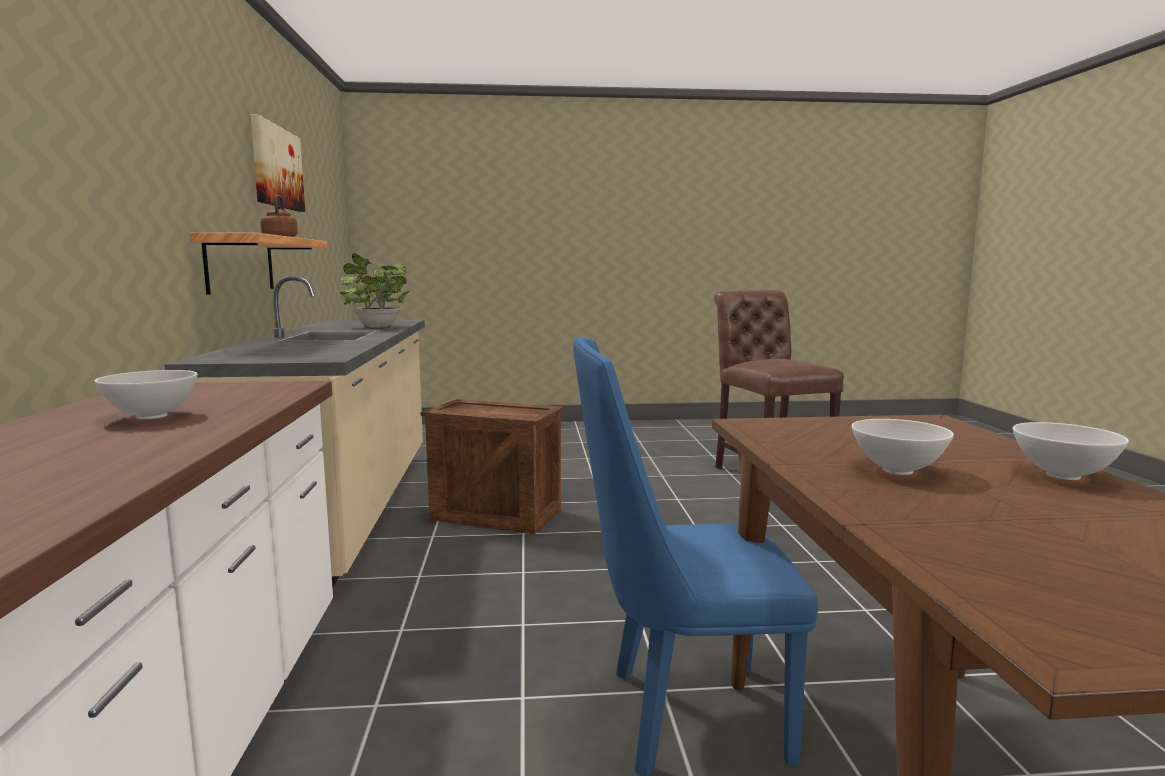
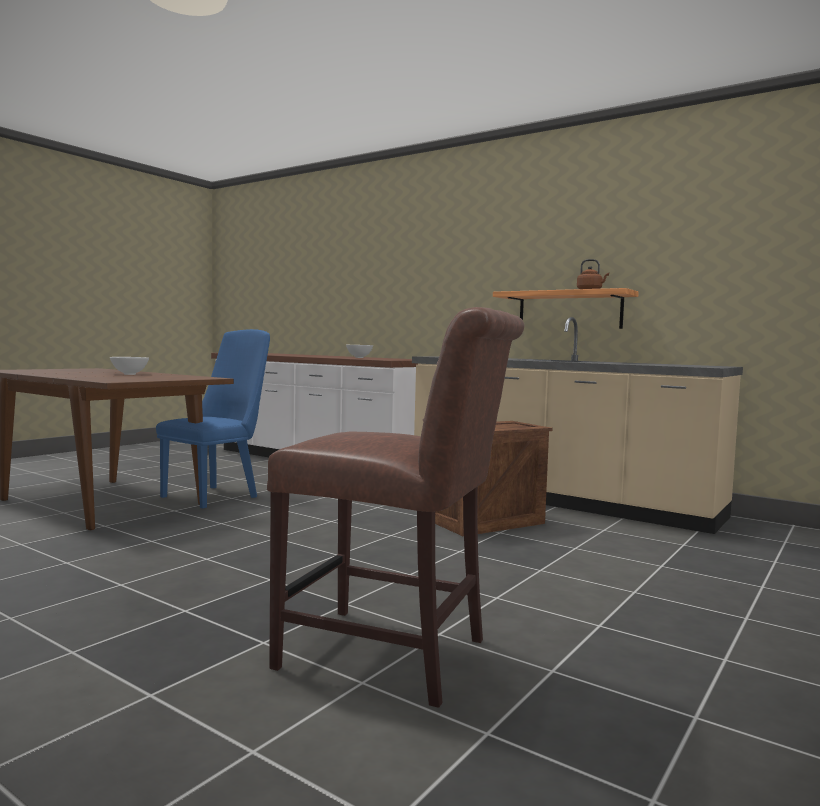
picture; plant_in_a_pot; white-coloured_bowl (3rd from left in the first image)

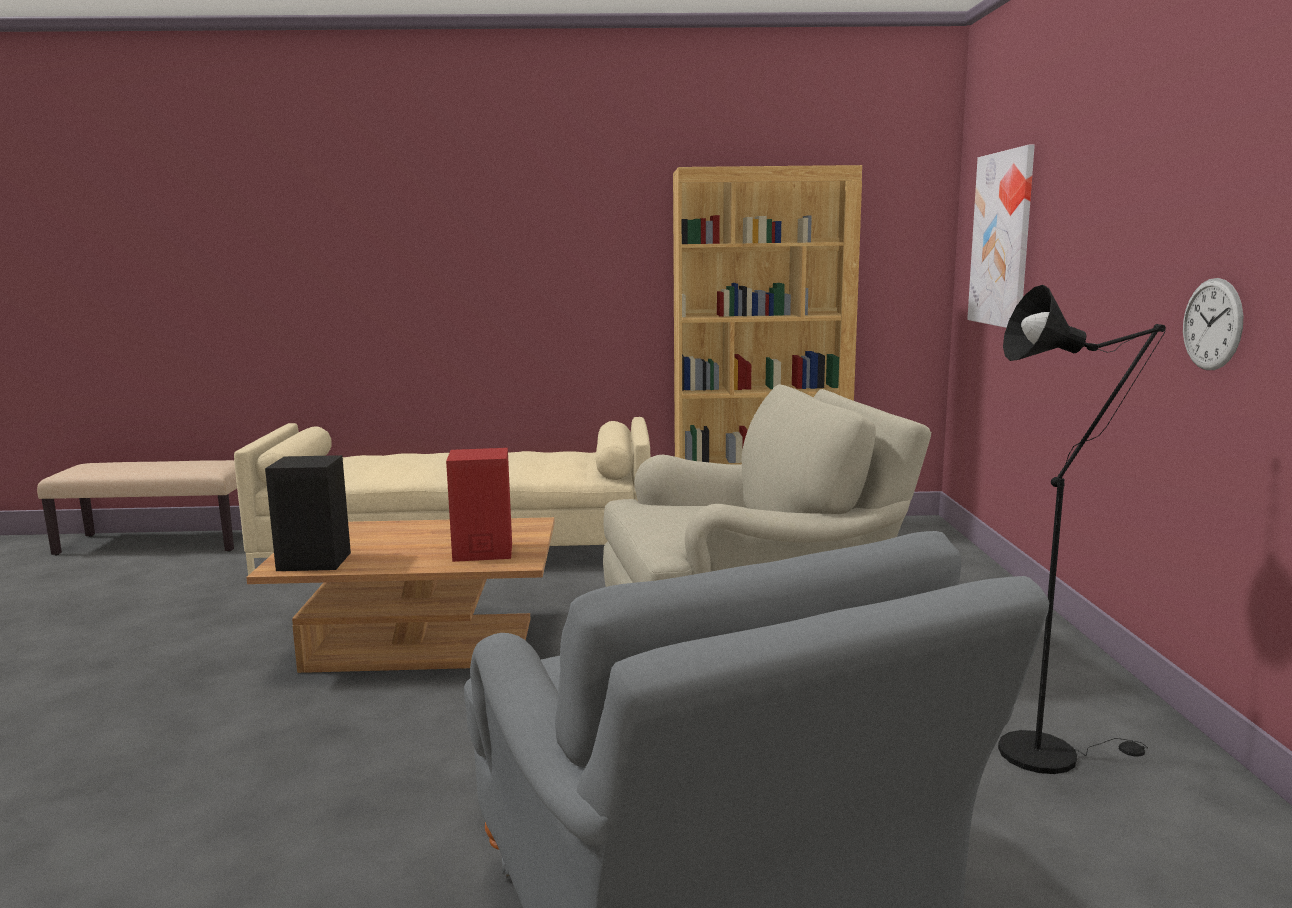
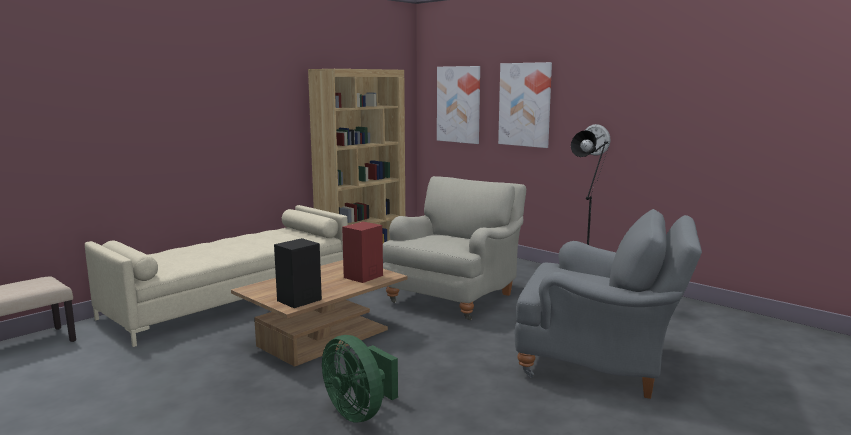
green-coloured_fan; picture (2nd from left)

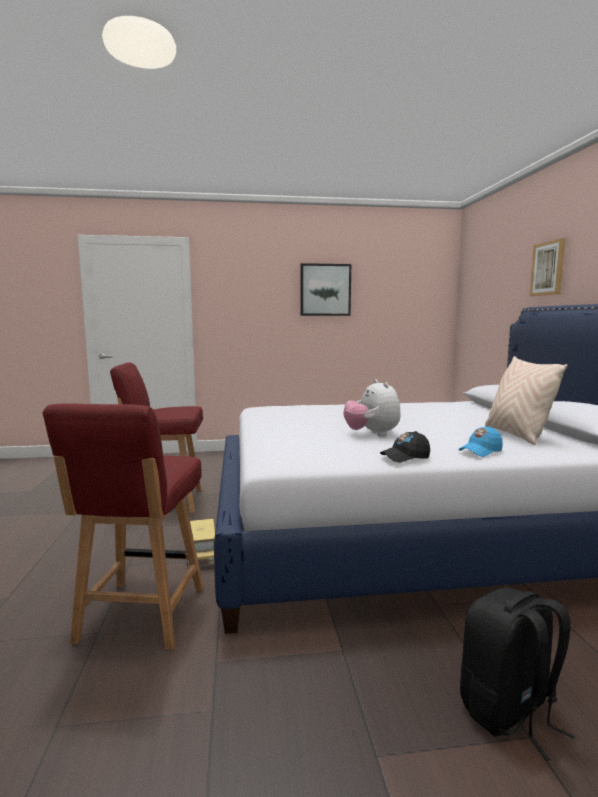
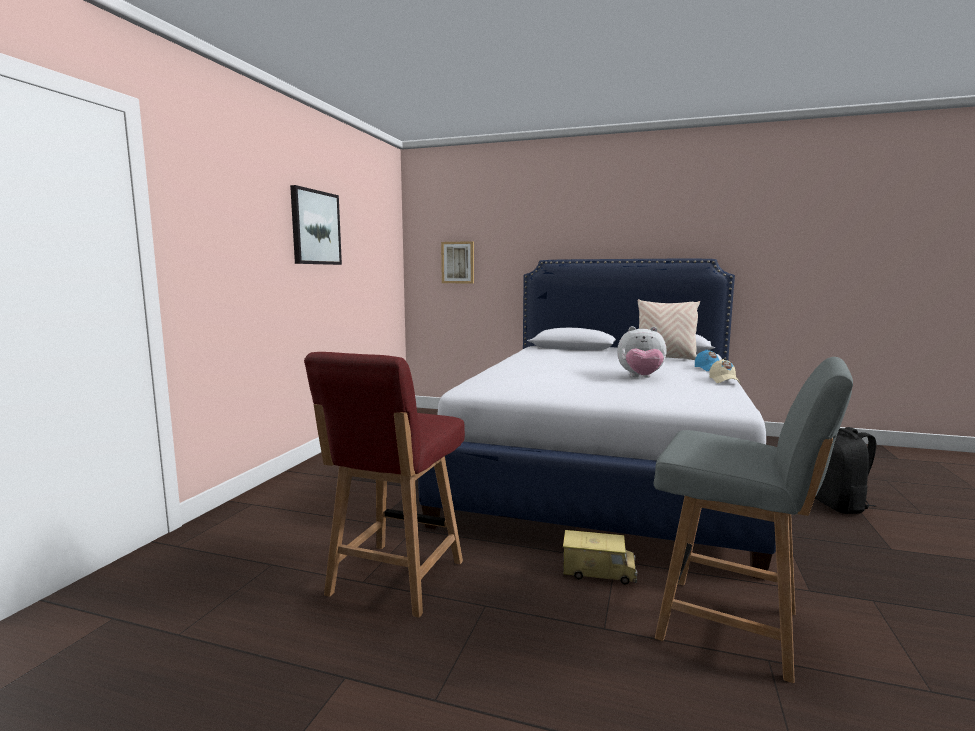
gray_chair; beige-coloured_peaked_cap; picture (2nd from left)

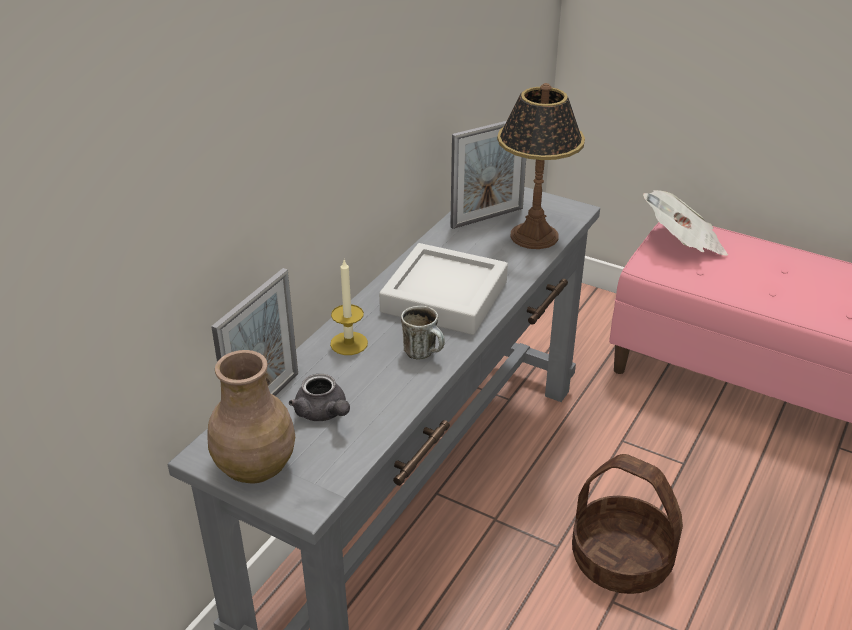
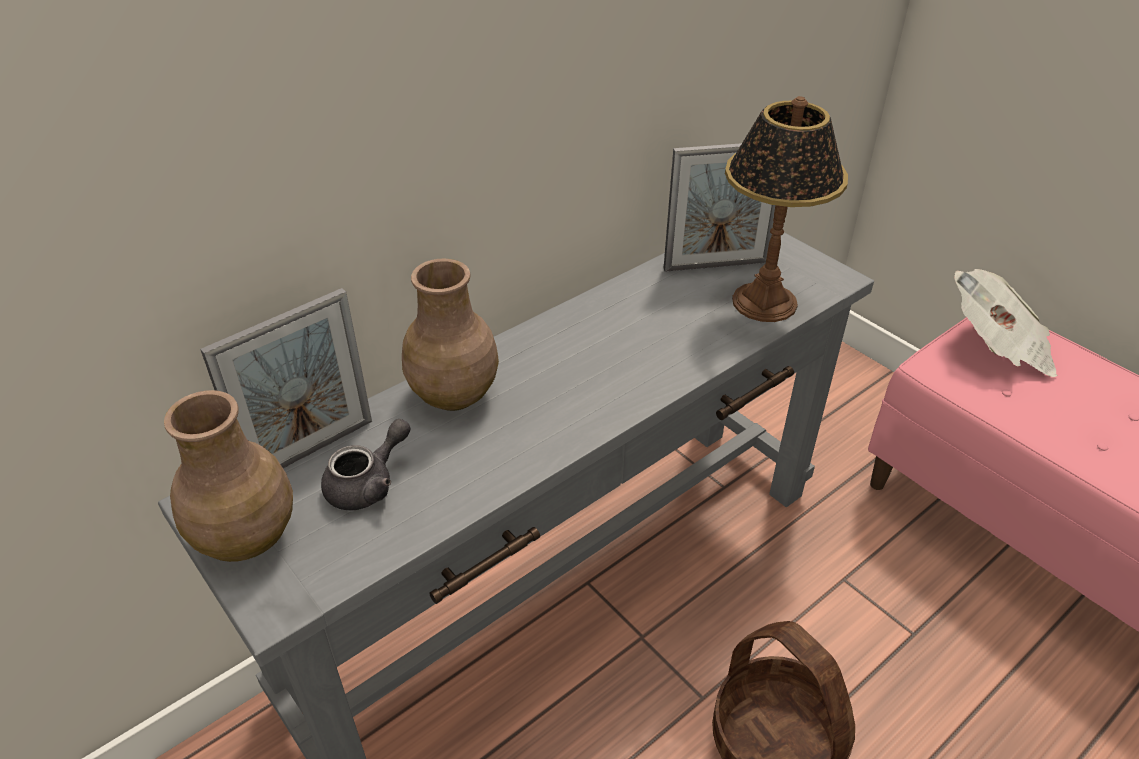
gray_pot_for_tea; brown_decorative_vase (2nd from left); gray_serving_tray; tea_mug

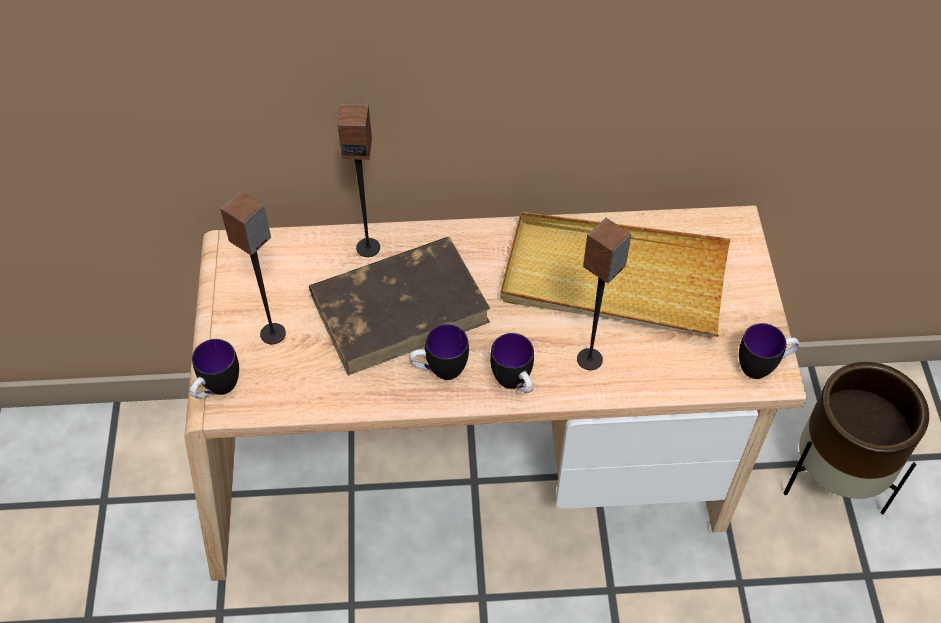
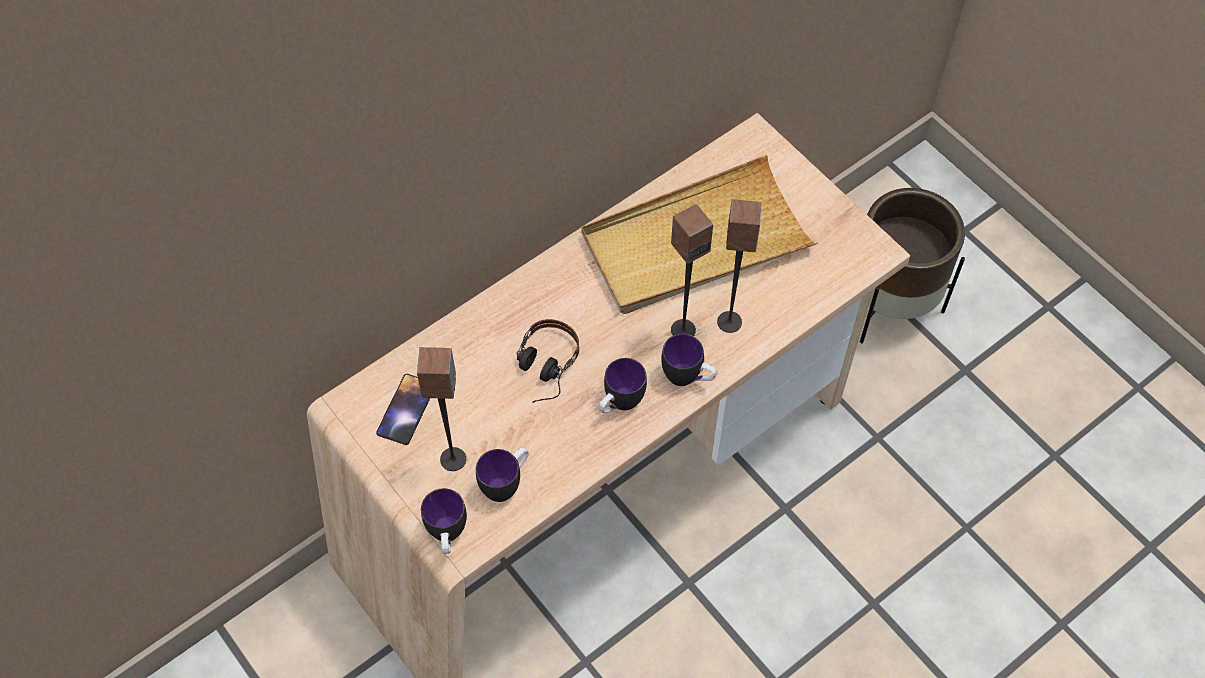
pair_of_headphones; loudspeaker (2nd from left); tea_mug (2nd from left); telephone

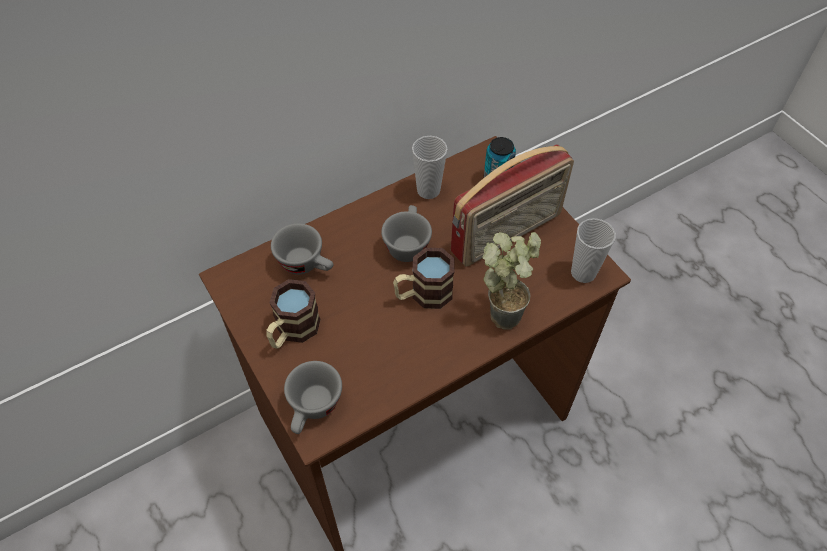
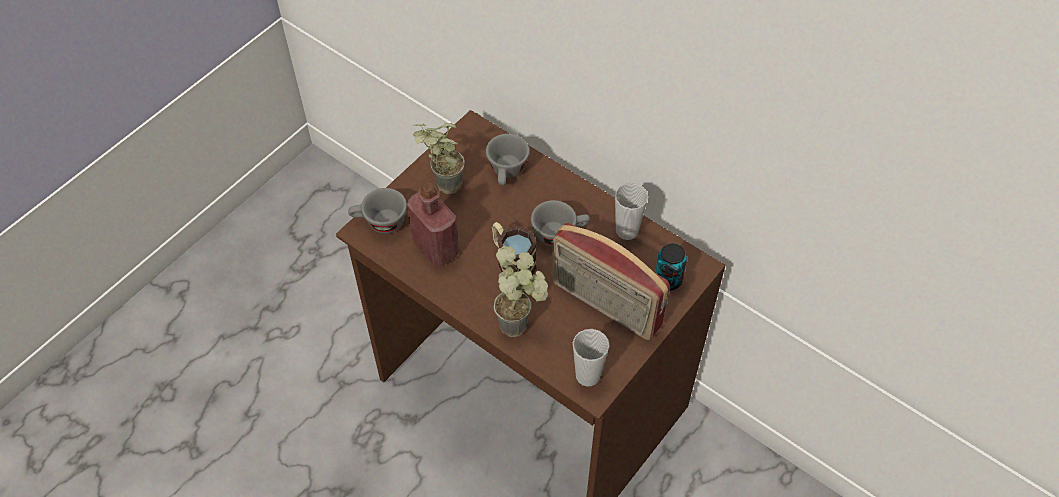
plant_in_a_pot (1st from left); red-coloured_beverage_bottle

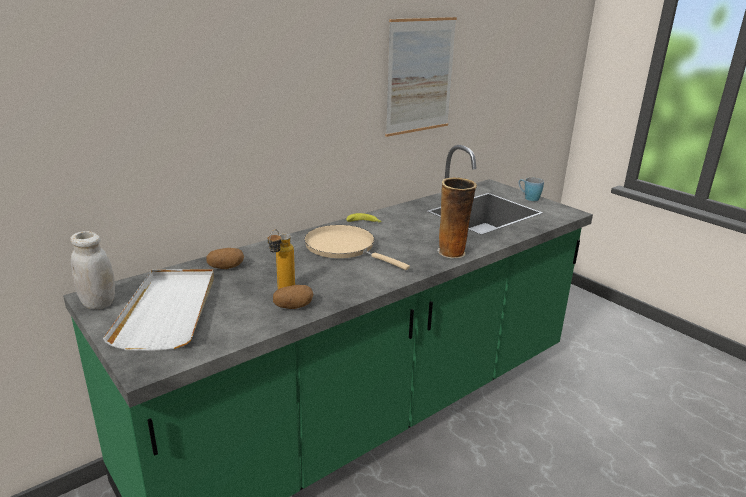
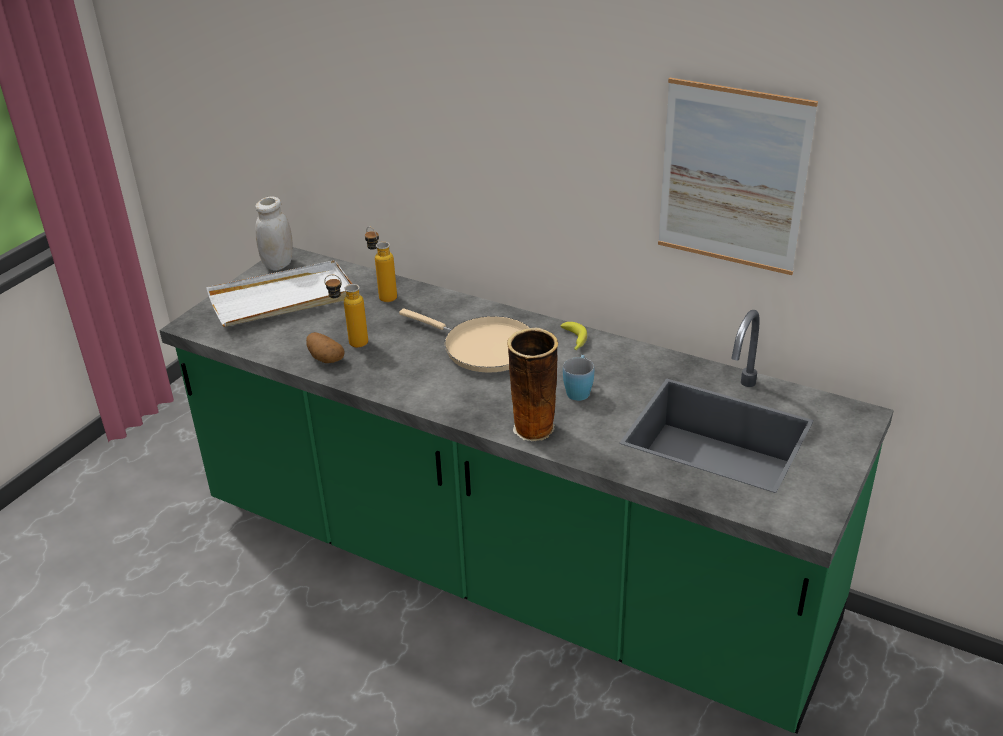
beverage_bottle (2nd from left); beige-coloured_frying_pan; blue-coloured_tea_mug

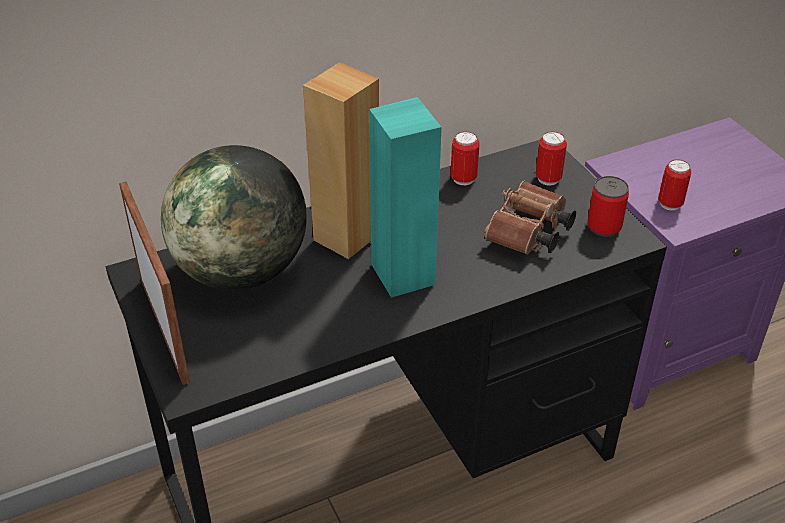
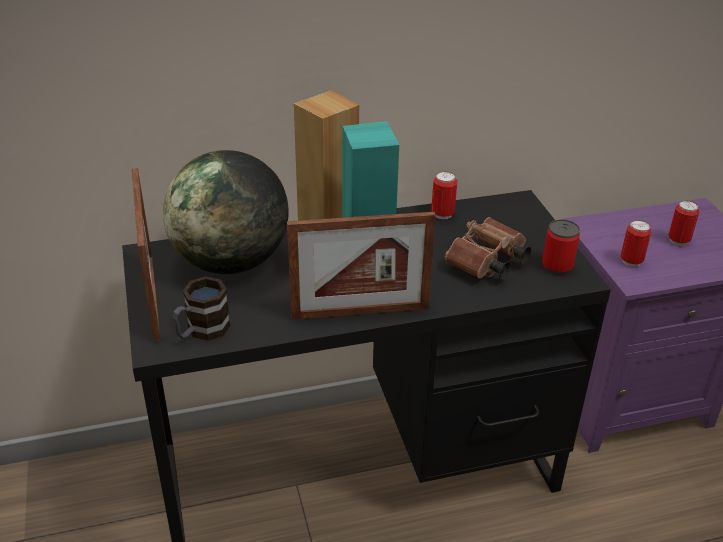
metal_can (4th from left); tea_mug; photo_frame (2nd from left)

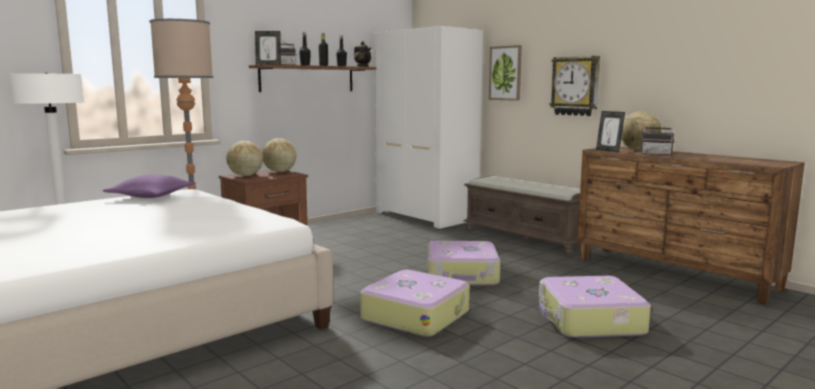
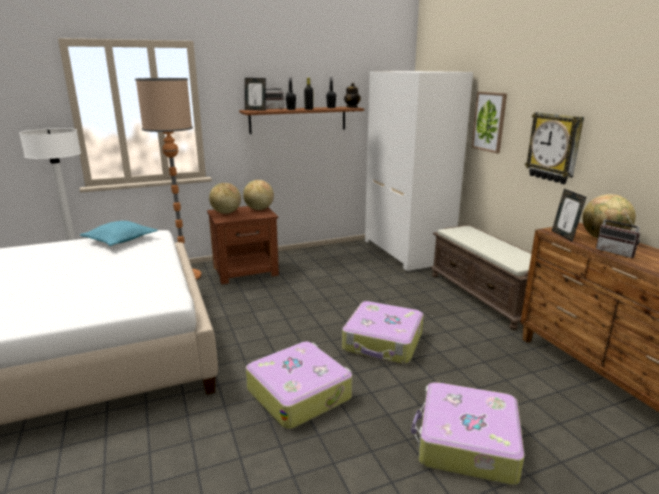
blue-green_throw_pillow

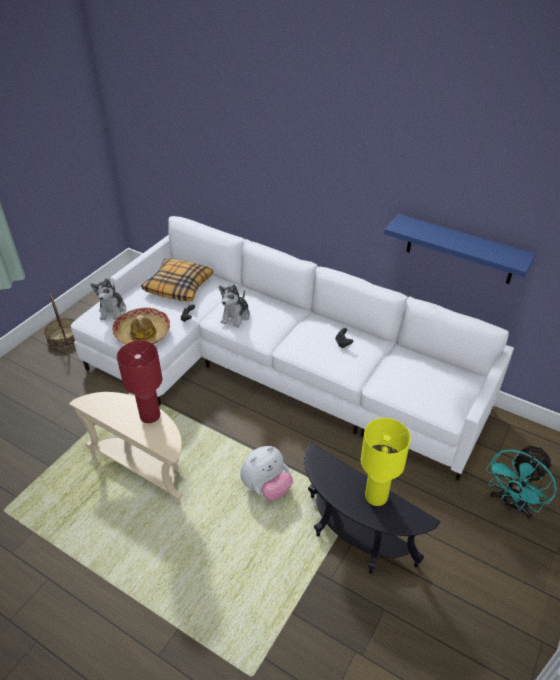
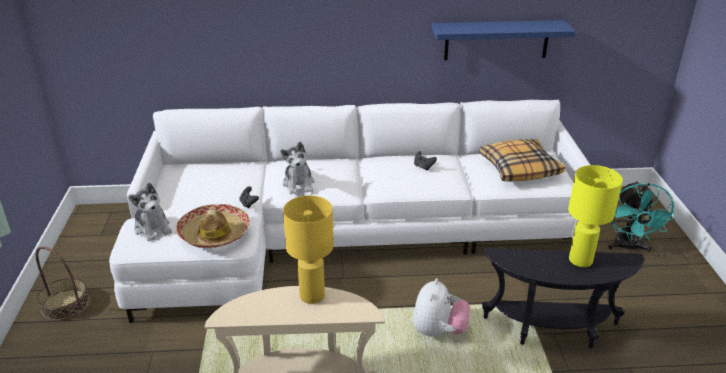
yellowish_tabletop_lamp (1st from left); throw_pillow

